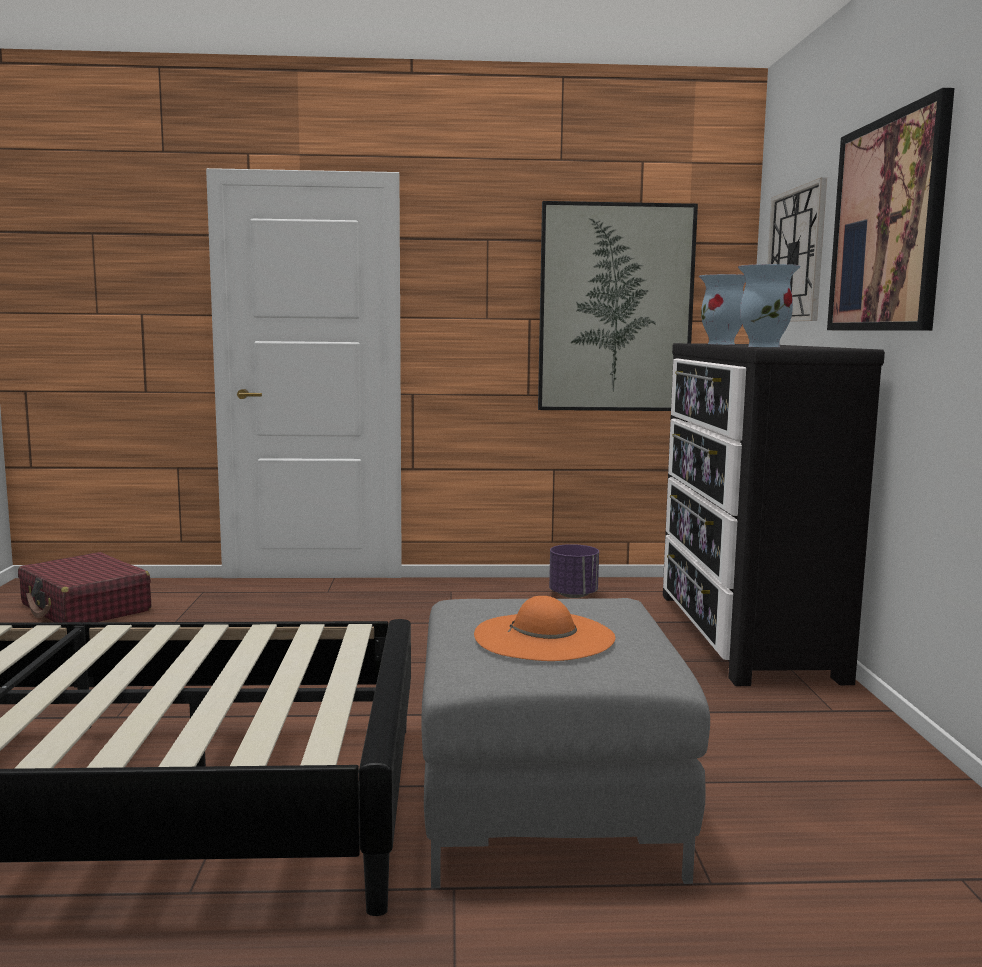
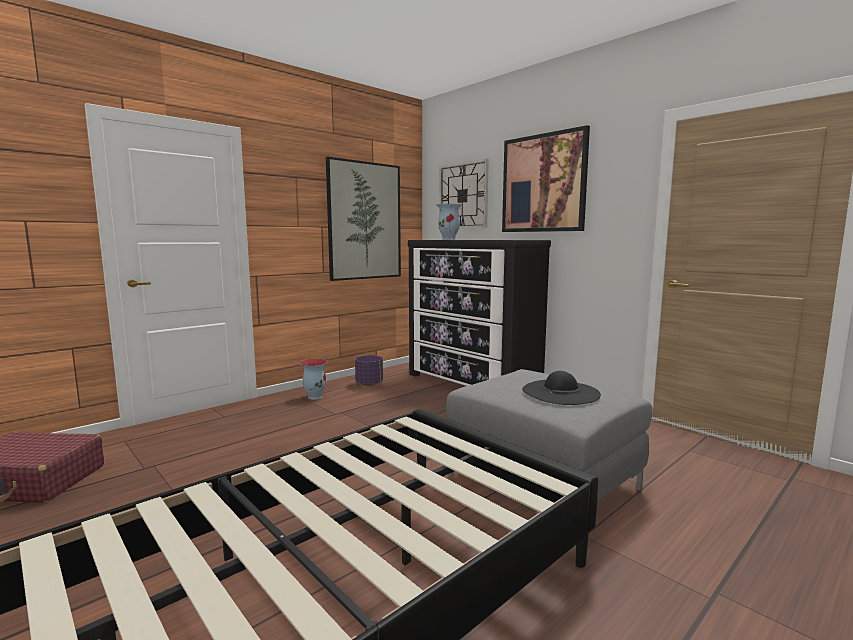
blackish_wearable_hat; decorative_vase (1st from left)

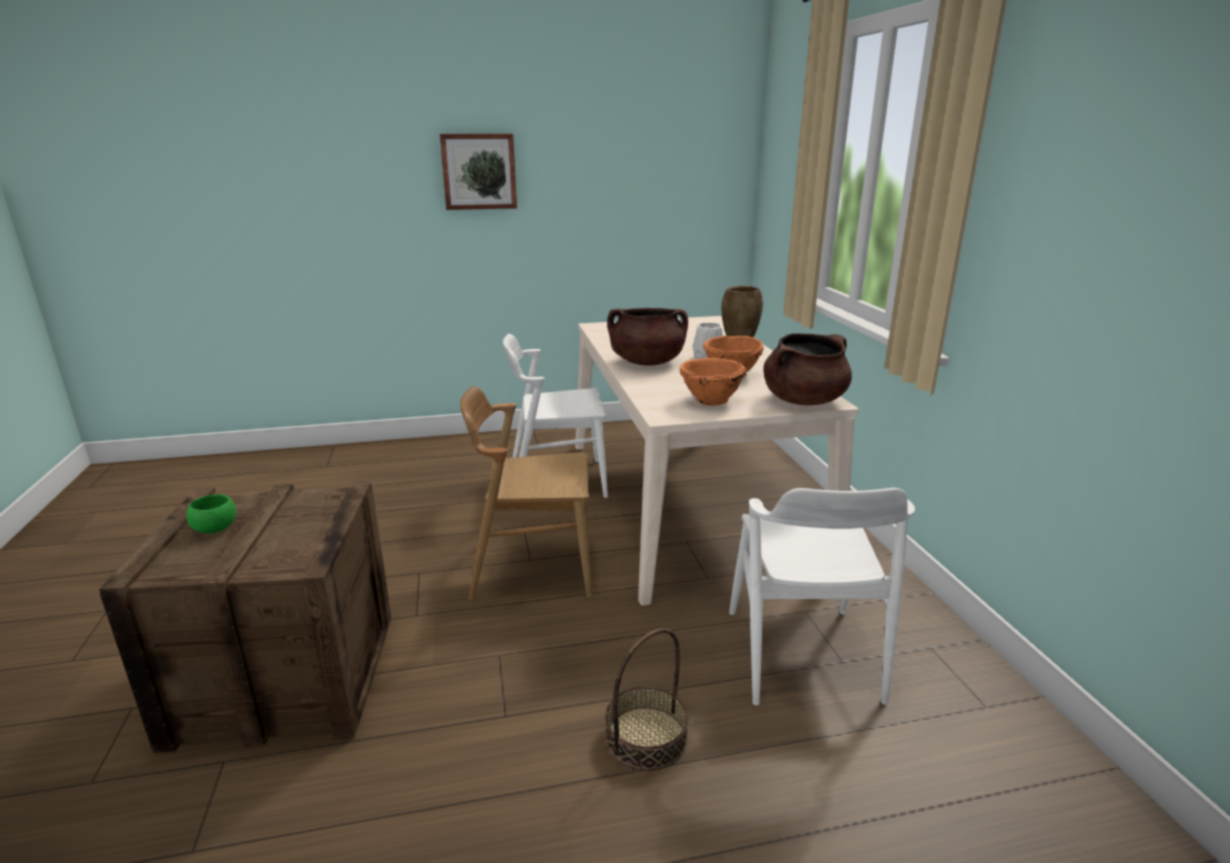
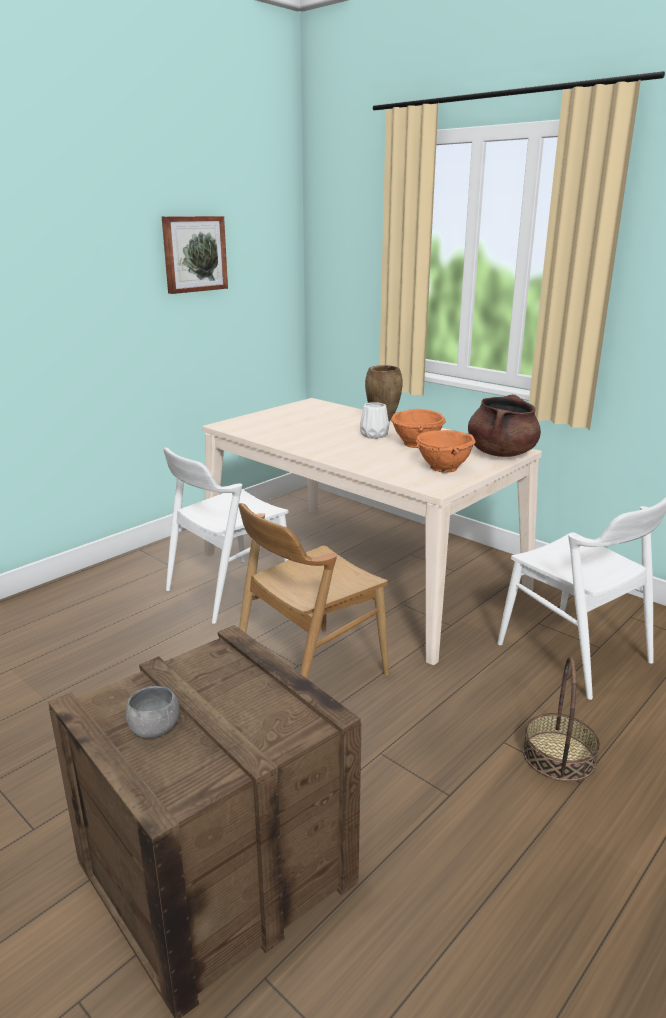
gray_bowl; picture; brown_cooking_pot (1st from left in the first image)

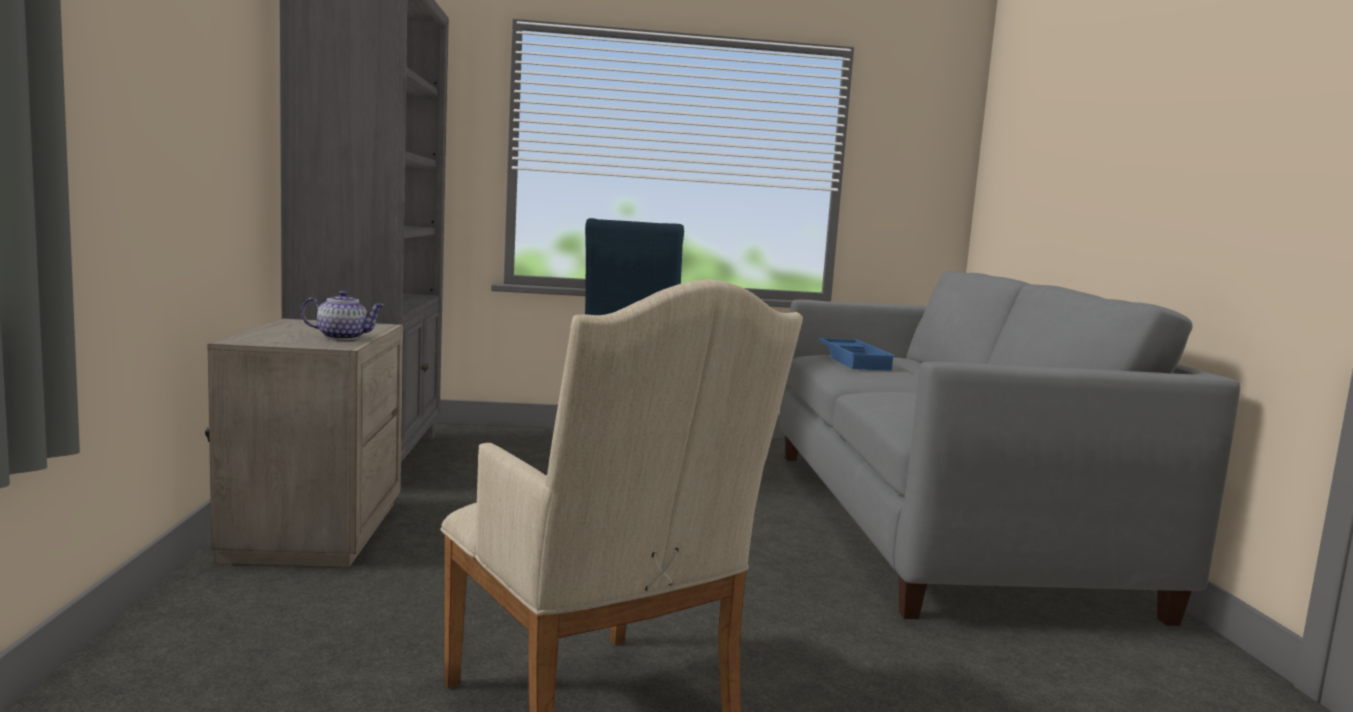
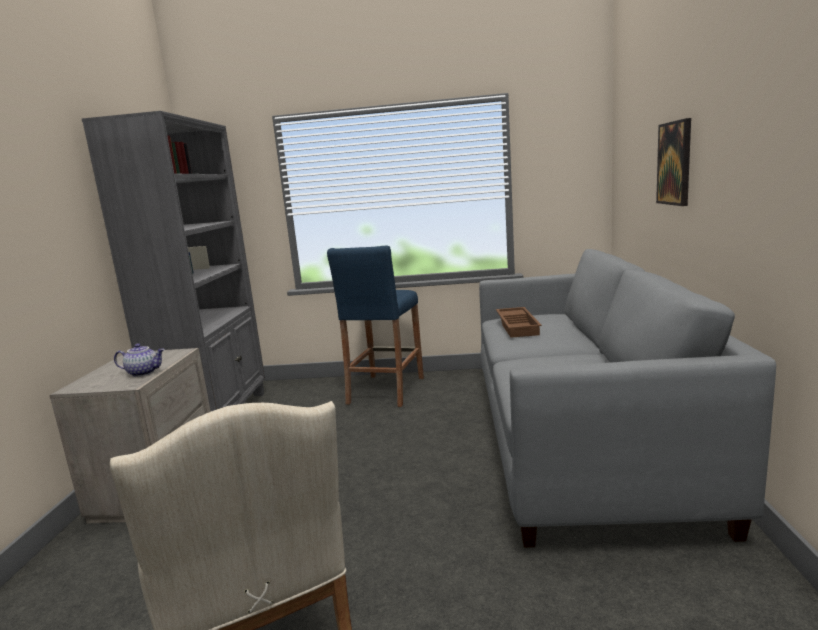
brown_serving_tray; picture

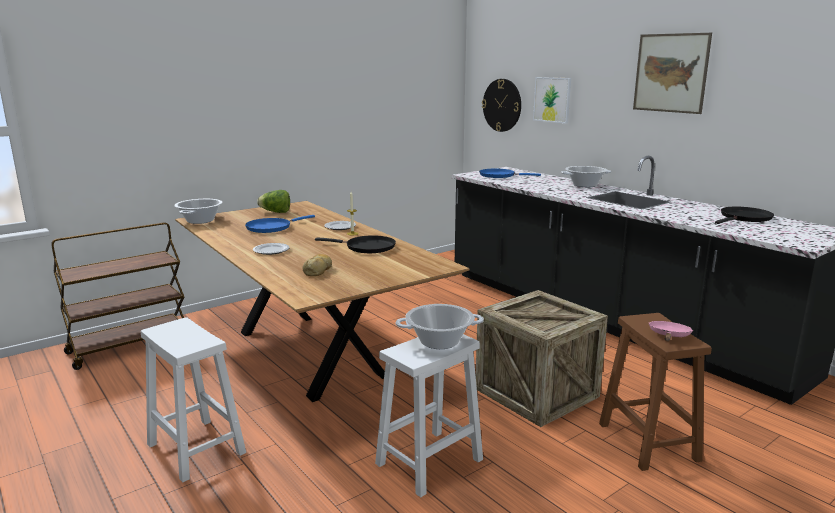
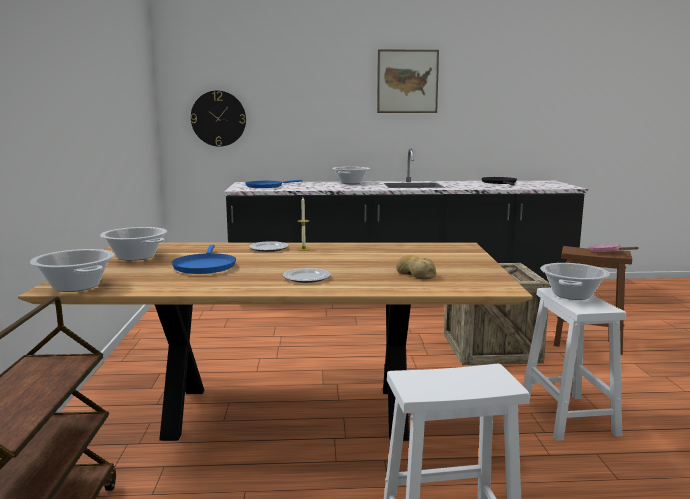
cooking_pot (2nd from left); blackish_frying_pan (1st from left in the first image); picture (1st from left in the first image)

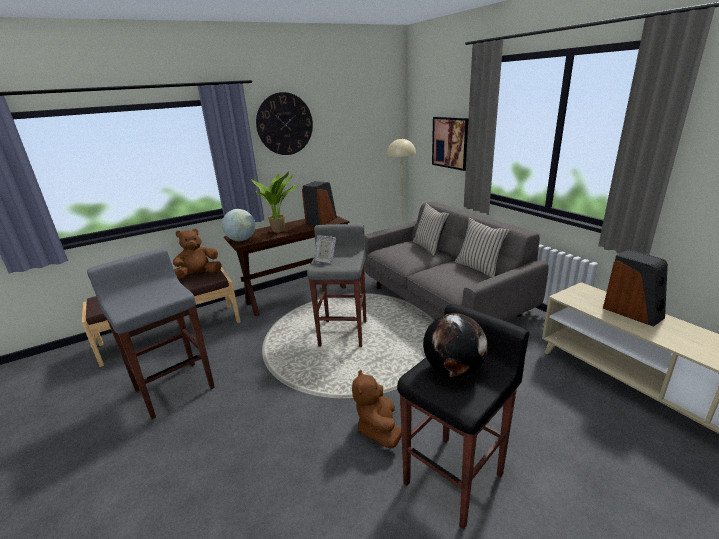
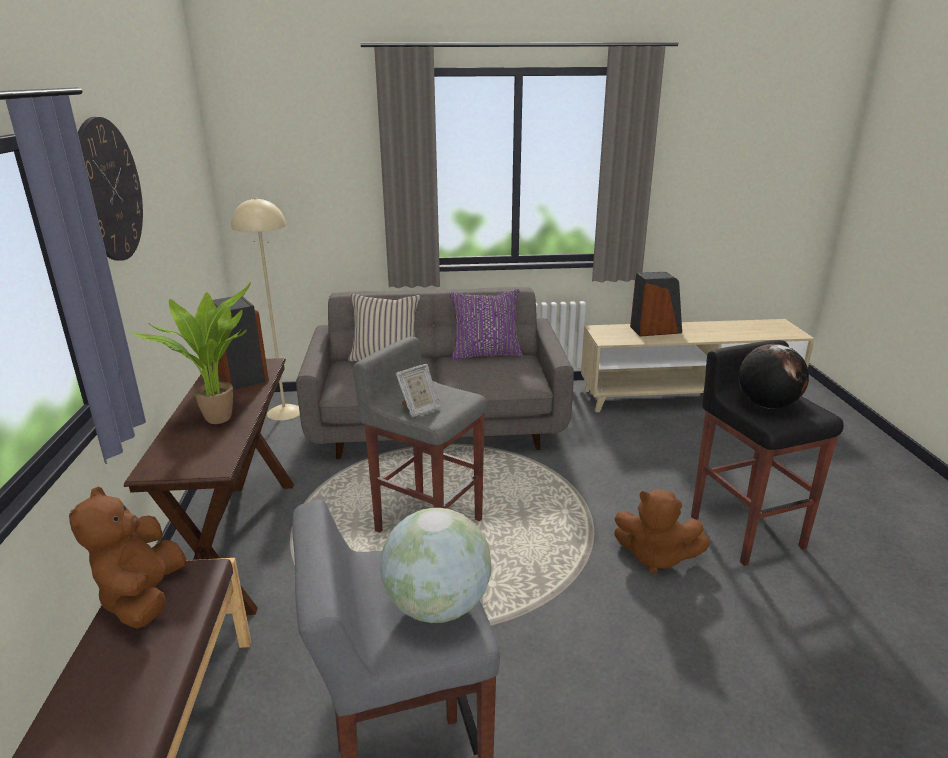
desk_globe (1st from left); picture; purplish_throw_pillow

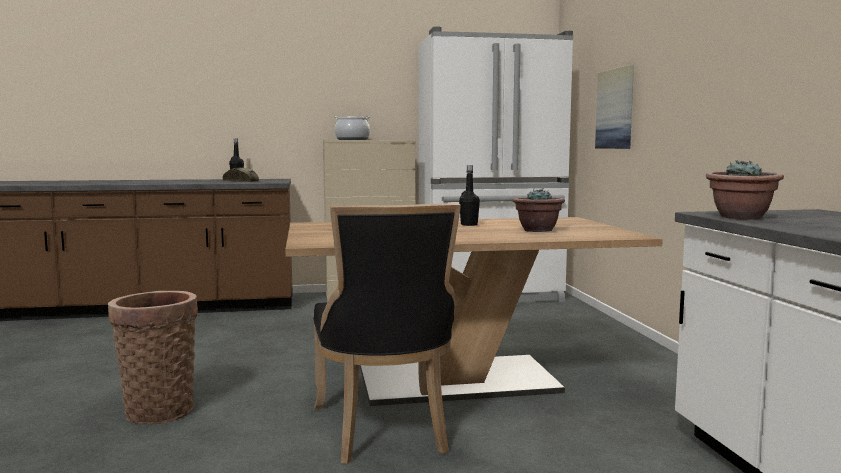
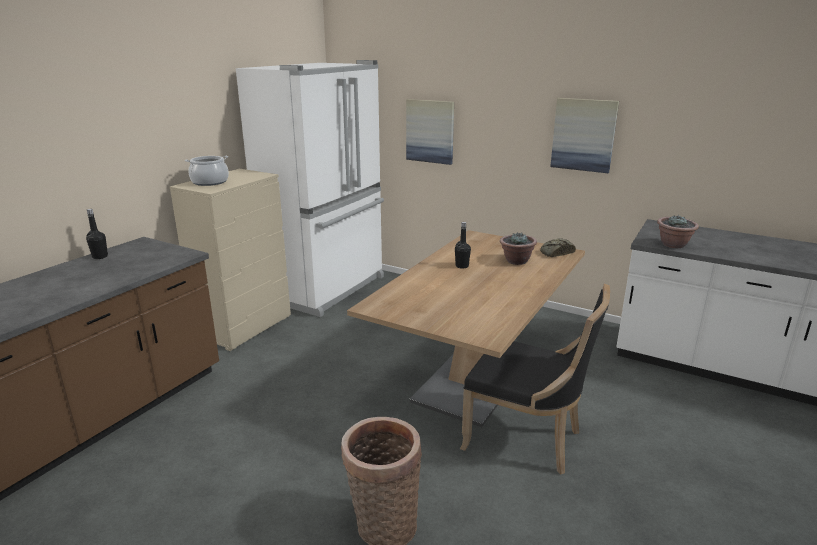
bread; picture (2nd from left)

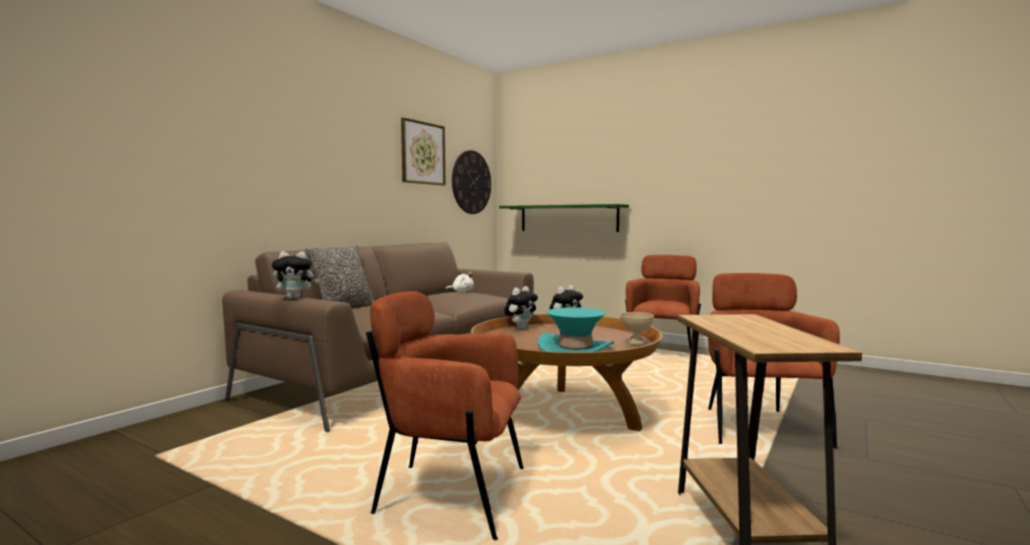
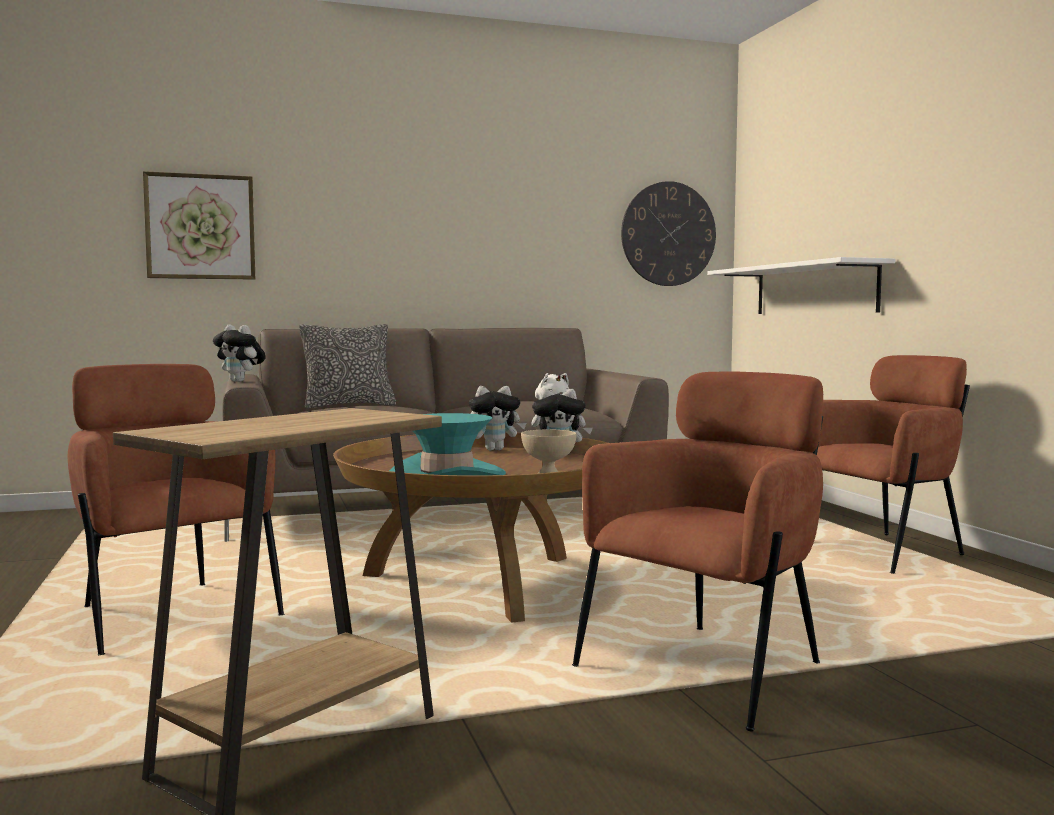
picture; white-coloured_shelf

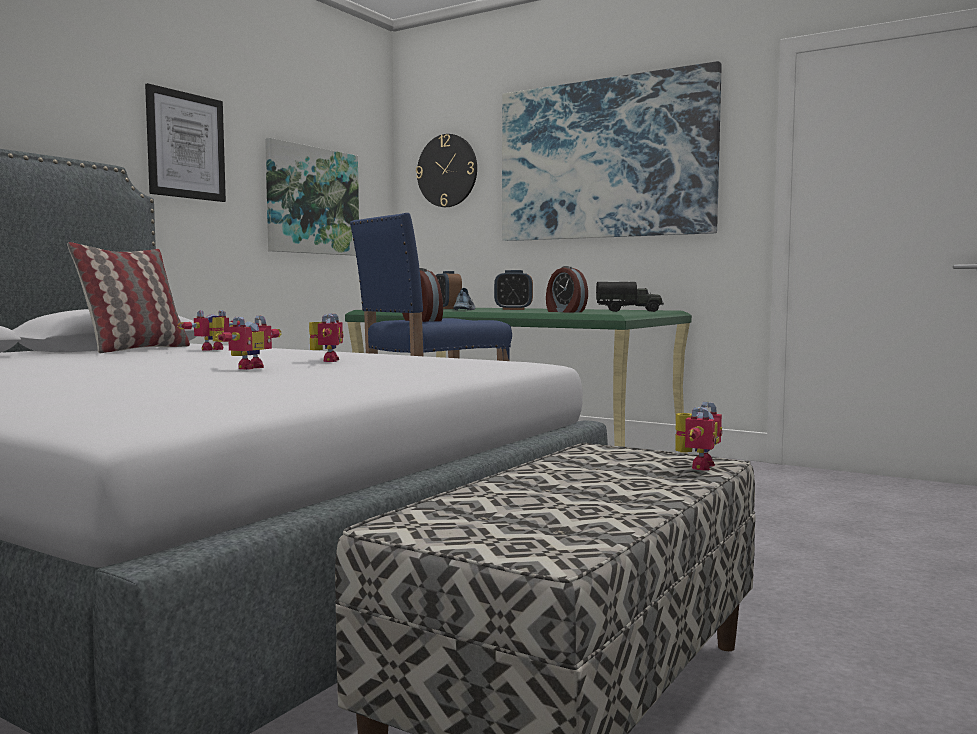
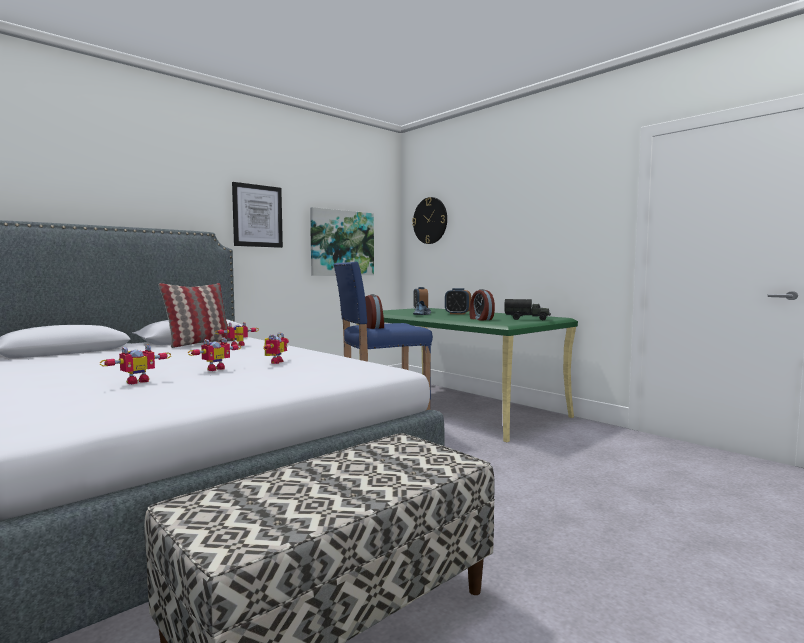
picture (3rd from left in the first image); model_robot (1st from left)

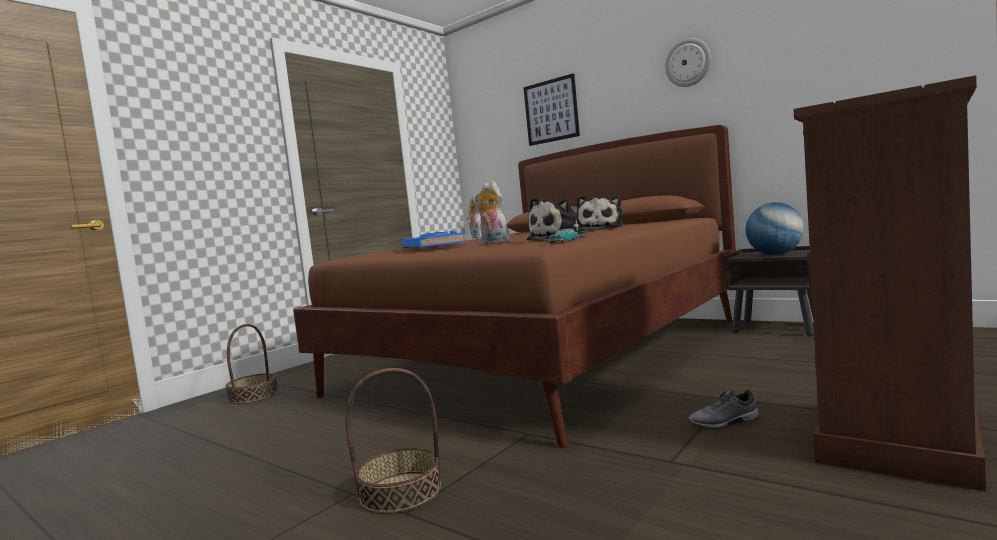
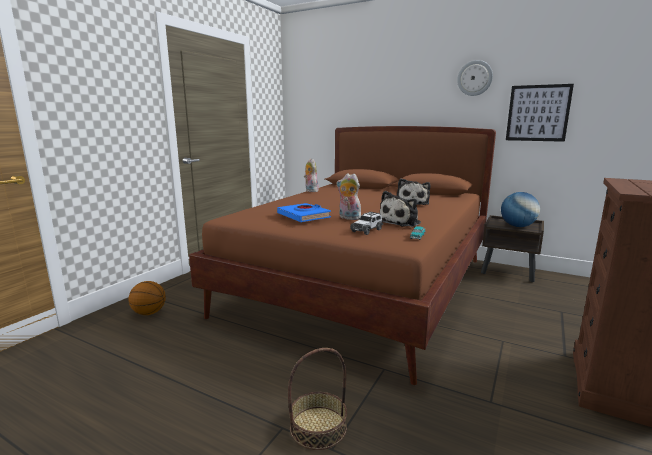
ball_for_basketball; picture; gray_shoe; miniature_car (1st from left)

